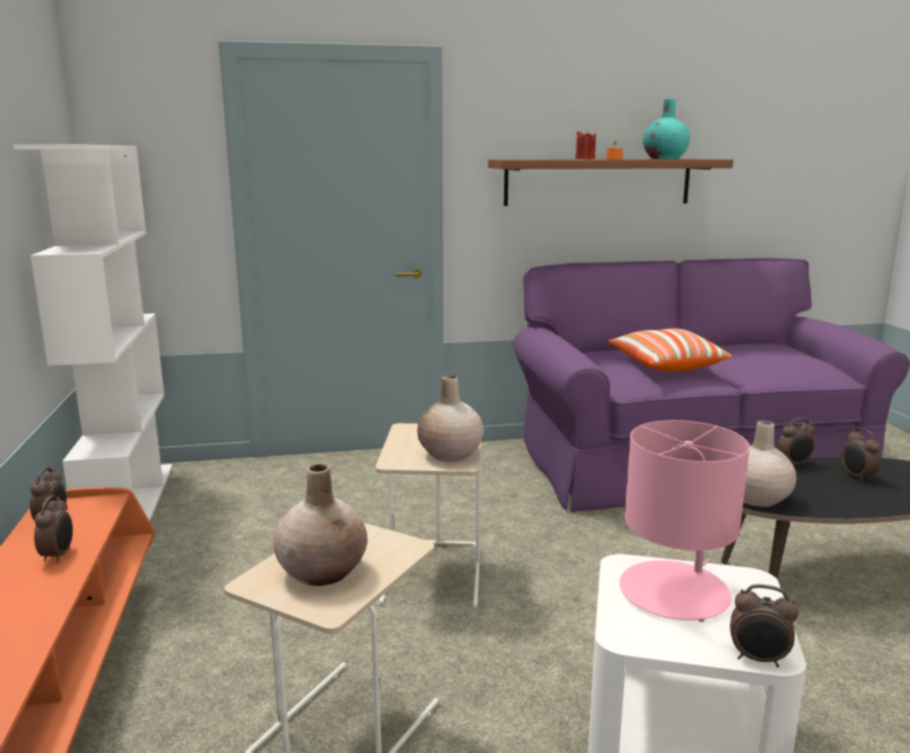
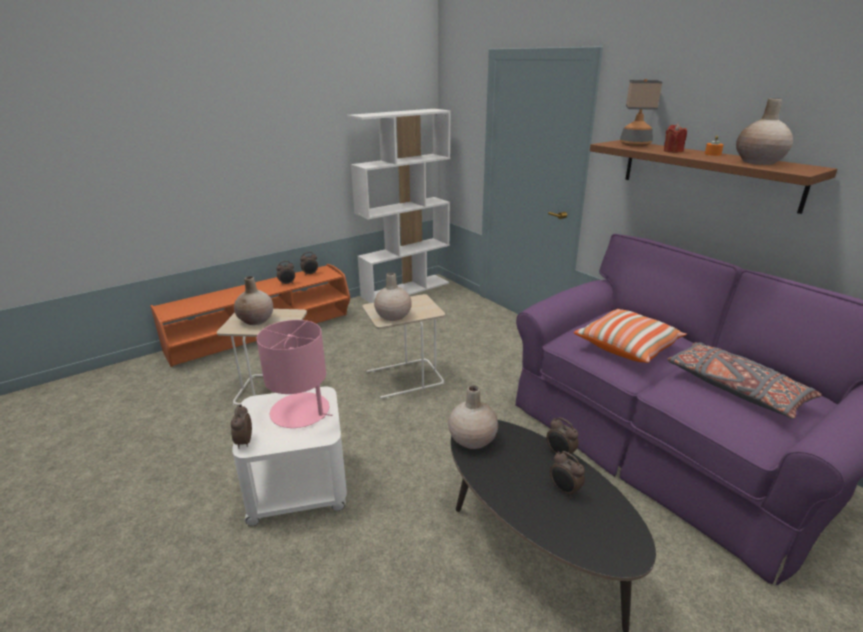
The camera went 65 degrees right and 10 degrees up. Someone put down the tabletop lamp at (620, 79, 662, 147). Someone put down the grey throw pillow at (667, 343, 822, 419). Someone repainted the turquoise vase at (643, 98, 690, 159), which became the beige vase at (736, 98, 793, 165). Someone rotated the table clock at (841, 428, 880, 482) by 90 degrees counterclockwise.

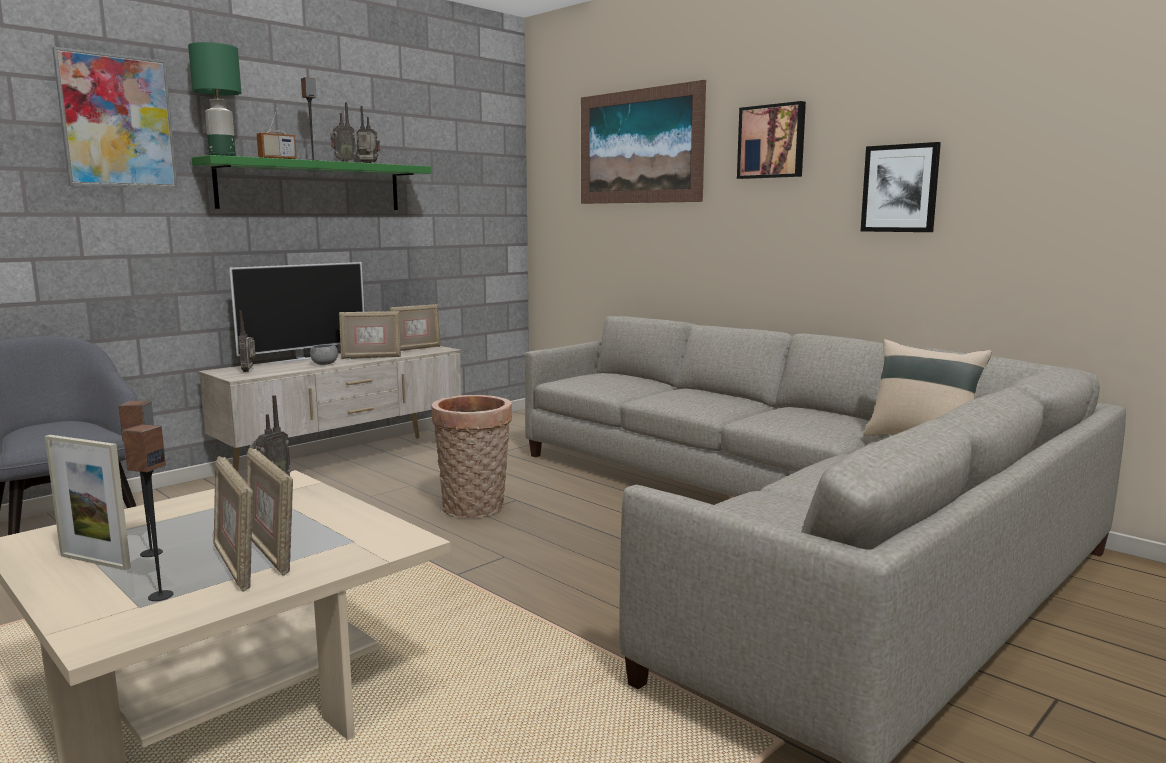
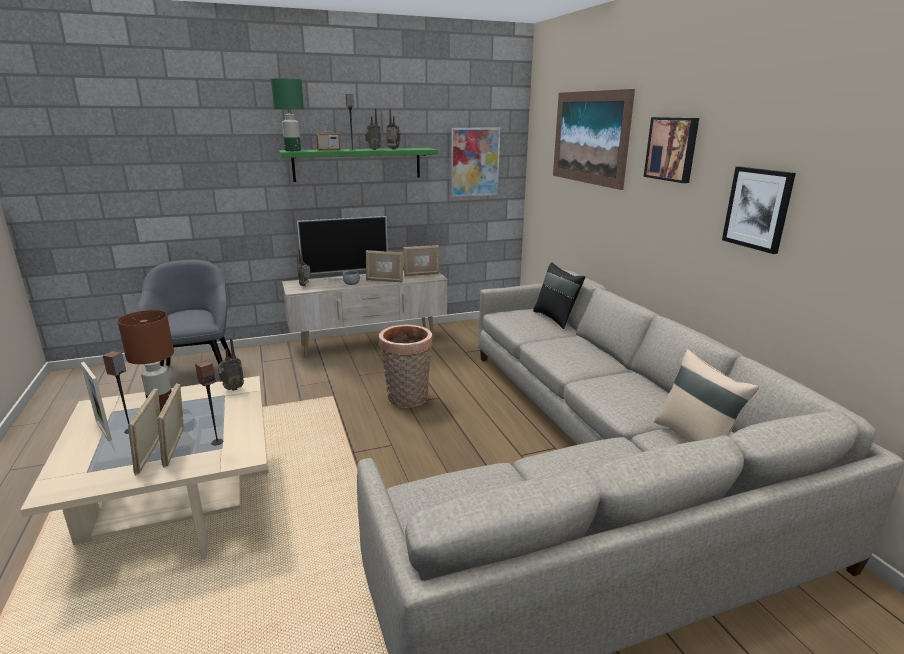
The camera went 25 degrees right and 10 degrees up. Someone put down the brownish tabletop lamp at (117, 310, 174, 412). Someone put down the black throw pillow at (533, 262, 585, 329). Someone carried the wall art from (52, 47, 178, 188) to (451, 128, 500, 197). Someone carried the audio speaker from (122, 424, 173, 601) to (195, 360, 223, 445).

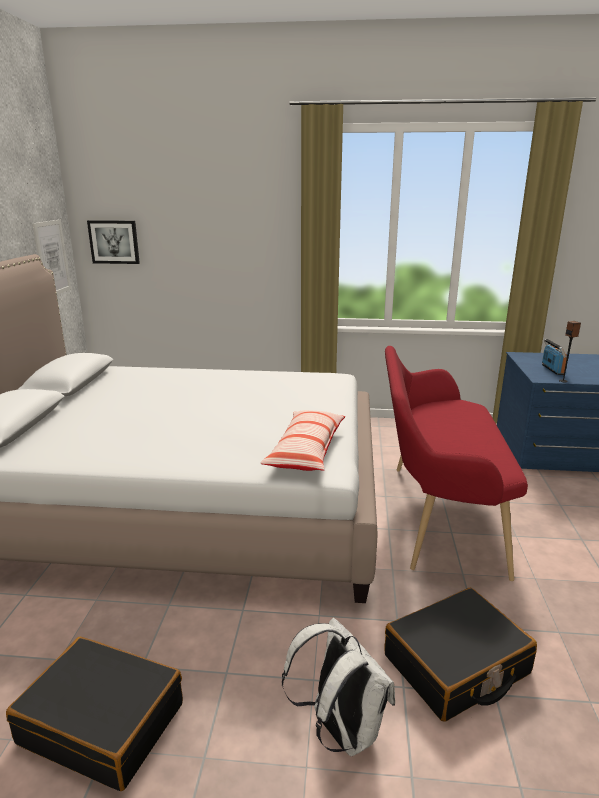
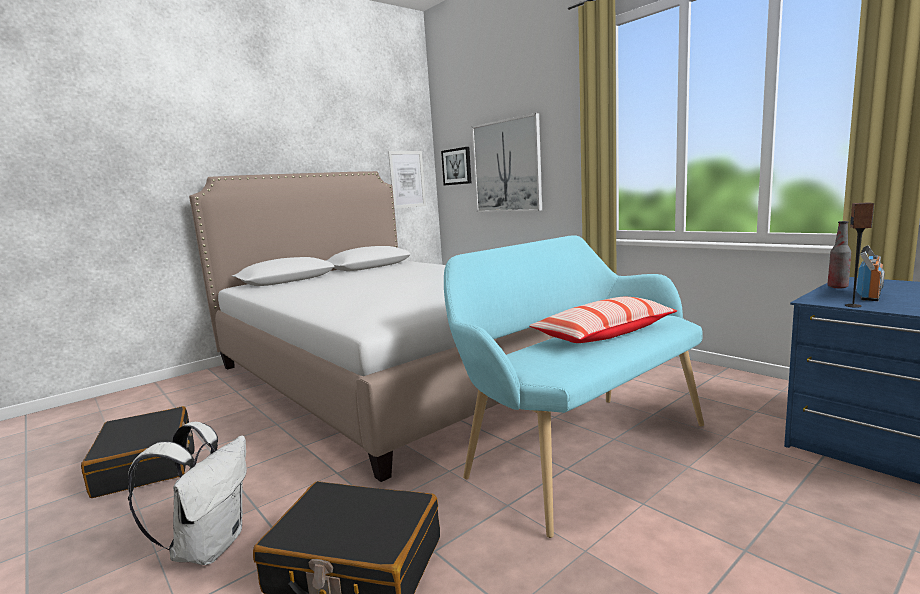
The camera went 45 degrees right and 10 degrees down. Someone put up the wall art at (471, 113, 542, 212). Someone put down the drink bottle at (827, 221, 851, 288). Someone carried the throw pillow from (260, 410, 345, 471) to (529, 297, 677, 343). Someone repainted the reddish long seat at (385, 346, 528, 581), which became the turquoise long seat at (444, 235, 704, 538).

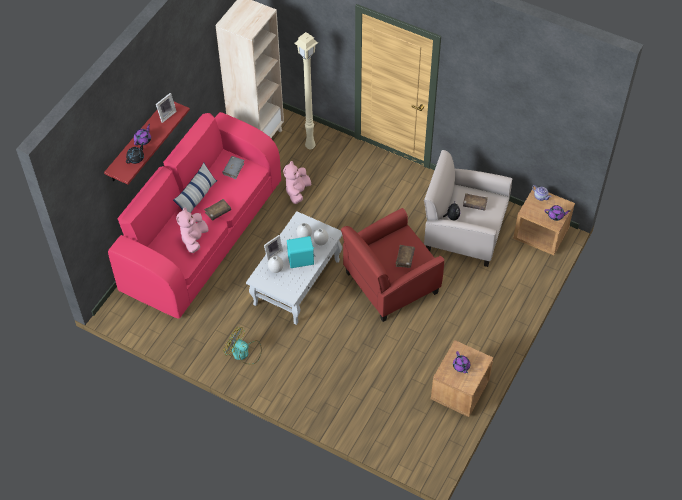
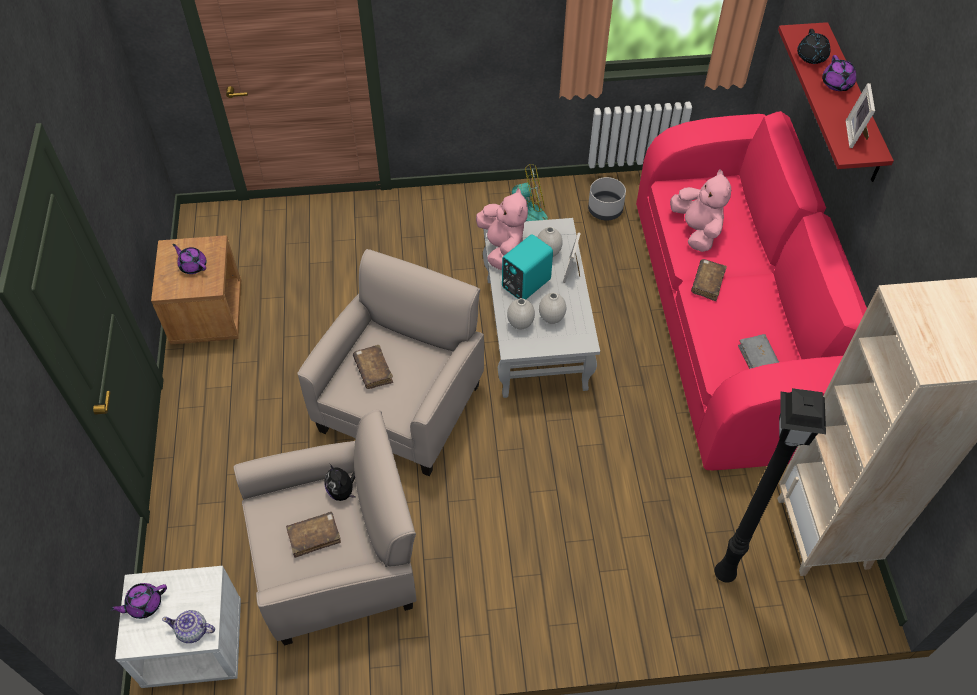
The camera went 145 degrees right and 0 degrees up. Someone took away the throw pillow at (173, 163, 217, 213). Someone put down the grey flower pot at (588, 177, 626, 220). Someone carried the pinkish cuddly toy from (283, 161, 311, 204) to (476, 188, 528, 270). Someone repainted the beige standing lamp at (294, 32, 318, 149), which became the black standing lamp at (714, 388, 826, 583). Someone repainted the reddish lounge chair at (341, 208, 444, 322), which became the beige lounge chair at (297, 249, 484, 476). Someone repainted the brownish nightstand at (513, 187, 575, 255), which became the whitish nightstand at (115, 566, 241, 688).

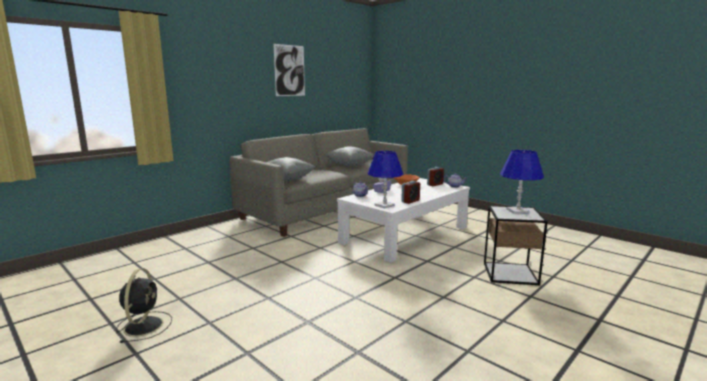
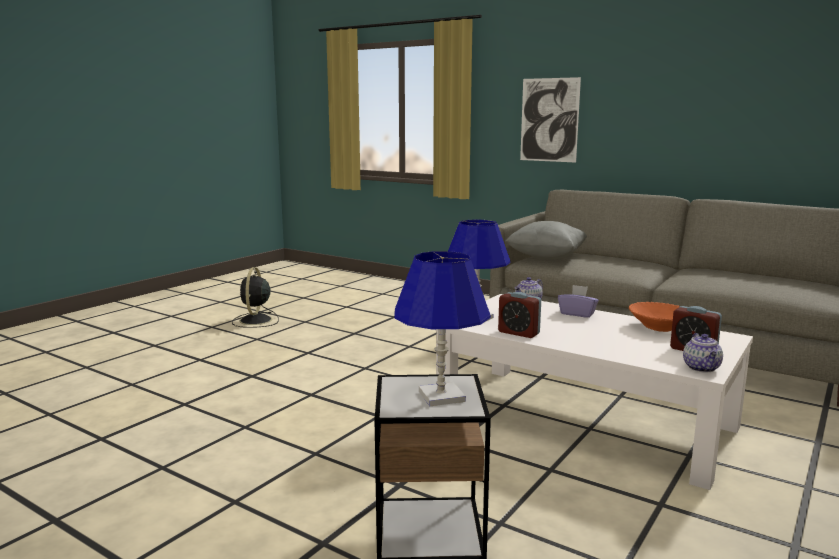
The camera went 80 degrees right and 0 degrees up. Someone took away the grey throw pillow at (326, 147, 374, 166). Someone carried the wall art from (273, 44, 305, 96) to (520, 77, 581, 163). Someone rotated the black cooling fan at (116, 268, 172, 343) by 105 degrees clockwise.

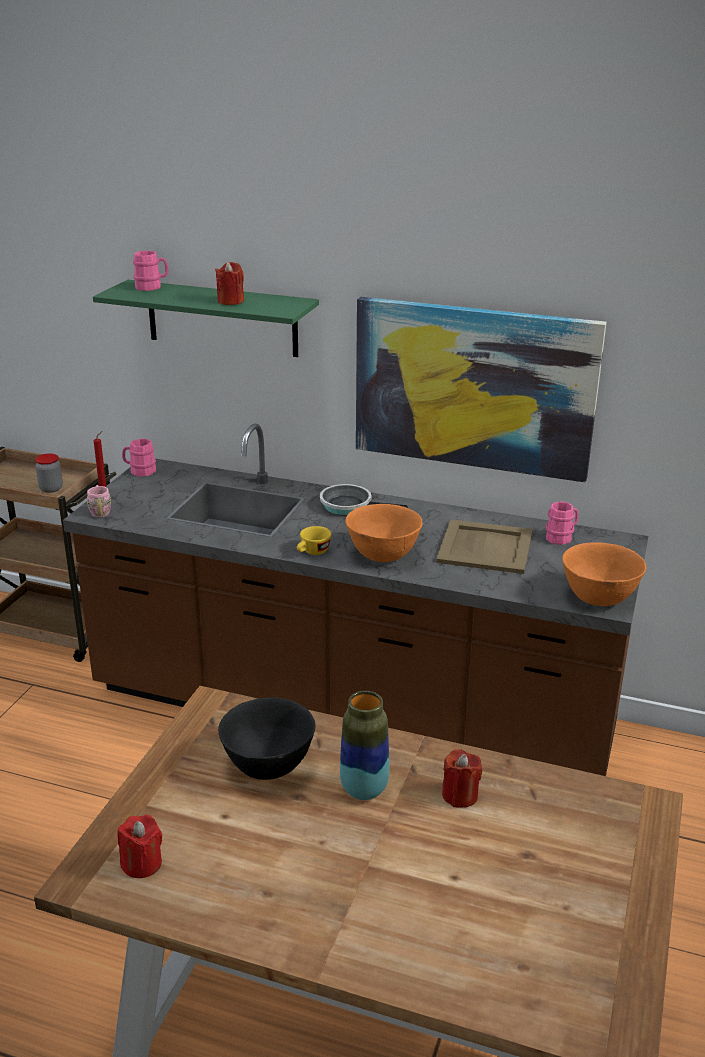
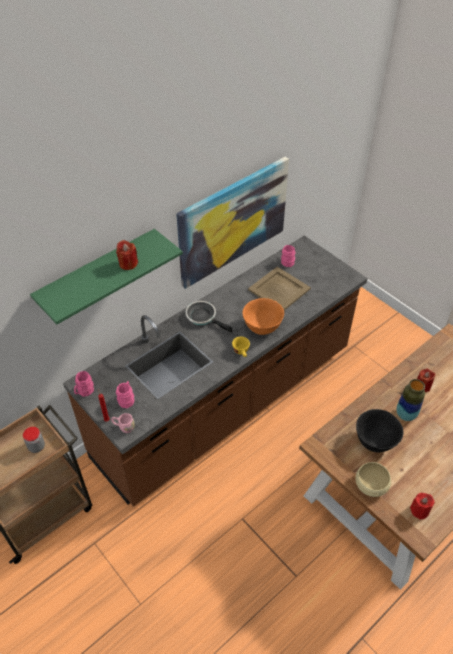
The camera went 60 degrees left and 20 degrees up. Someone took away the orange-coloured deep dish at (562, 542, 646, 606). Someone put down the beige deep dish at (355, 462, 391, 497). Someone carried the pinkish tea mug from (133, 251, 169, 291) to (116, 381, 134, 408). Someone rotated the frying pan at (320, 484, 408, 515) by 75 degrees clockwise.

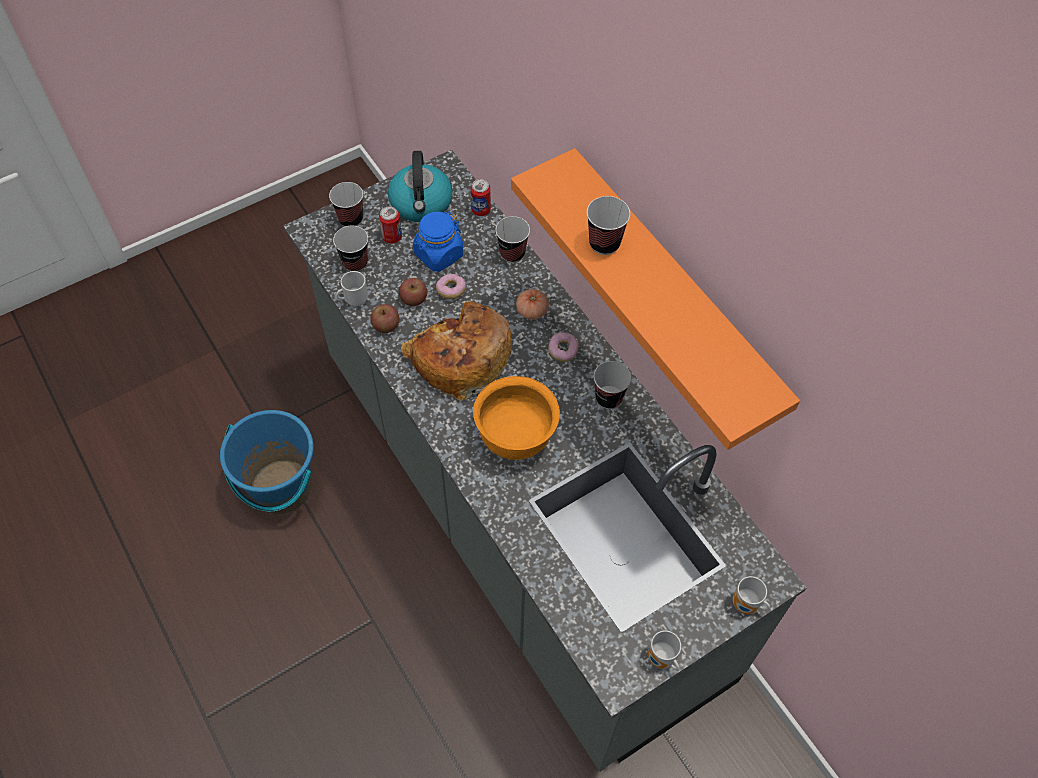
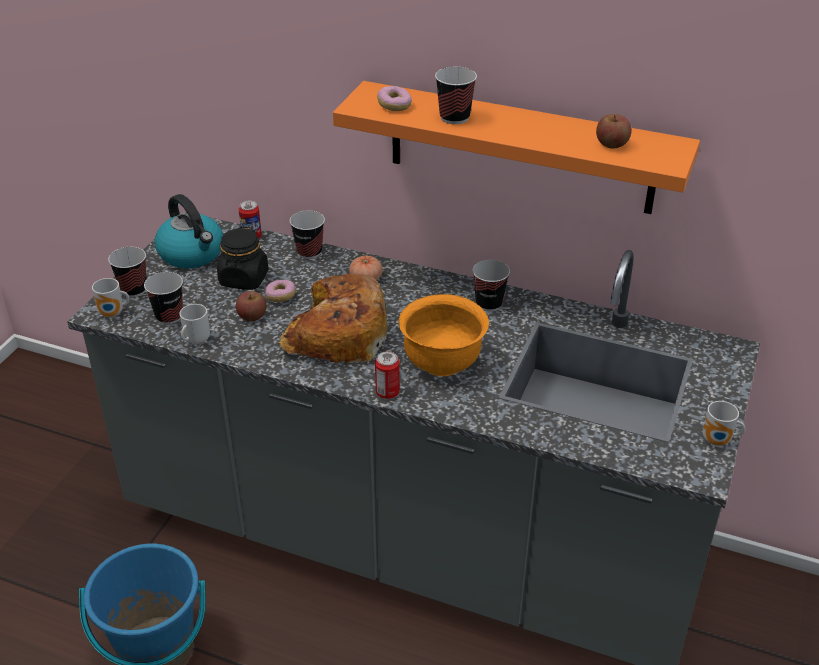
The camera went 35 degrees left and 20 degrees down. Someone carried the apple fruit from (370, 304, 399, 333) to (596, 114, 632, 149). Someone carried the metal can from (379, 206, 402, 244) to (375, 351, 400, 399). Someone carried the ring doughnut from (549, 332, 579, 362) to (377, 86, 412, 111). Someone carried the tea mug from (733, 576, 770, 614) to (92, 278, 130, 318). Someone repainted the blue-coloured storage jar at (413, 211, 463, 272), which became the black storage jar at (217, 226, 269, 290).

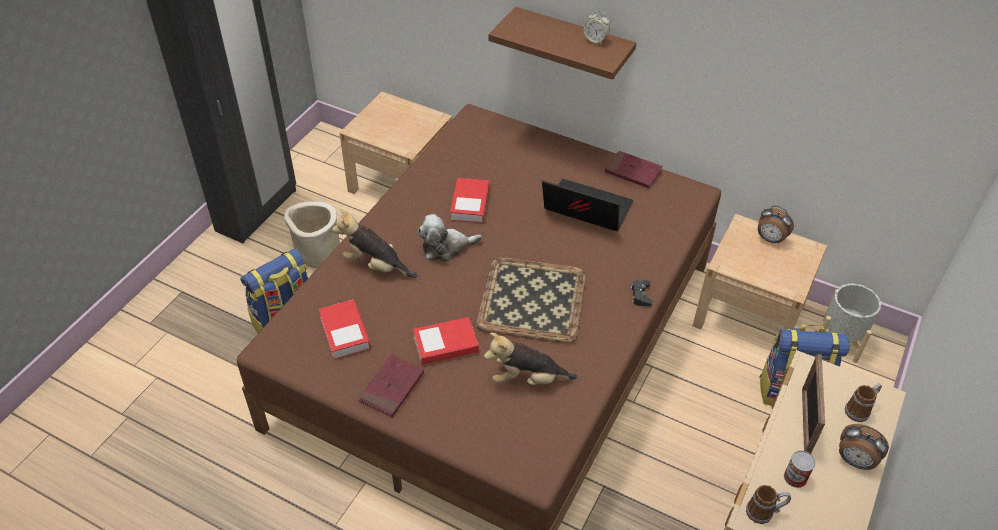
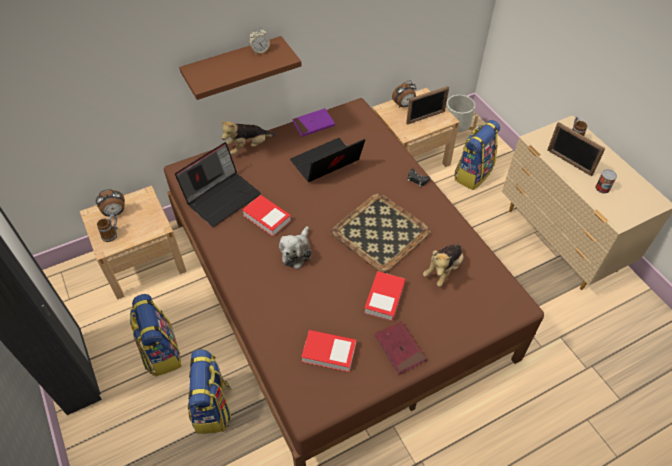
The camera went 55 degrees left and 5 degrees up. Someone put down the portable computer at (175, 142, 261, 227). Someone put down the picture frame at (406, 86, 449, 125). Someone carried the cuddly toy from (332, 209, 417, 278) to (220, 121, 275, 155). Someone carried the tea mug from (746, 485, 791, 524) to (97, 215, 118, 242). Someone carried the table clock from (839, 424, 889, 470) to (96, 189, 125, 217). Someone swapped the beige flower pot at (284, 202, 340, 268) for the backpack at (130, 294, 181, 376). Someone repainted the reddish bound book at (605, 151, 663, 188), which became the purple bound book at (292, 108, 335, 137).

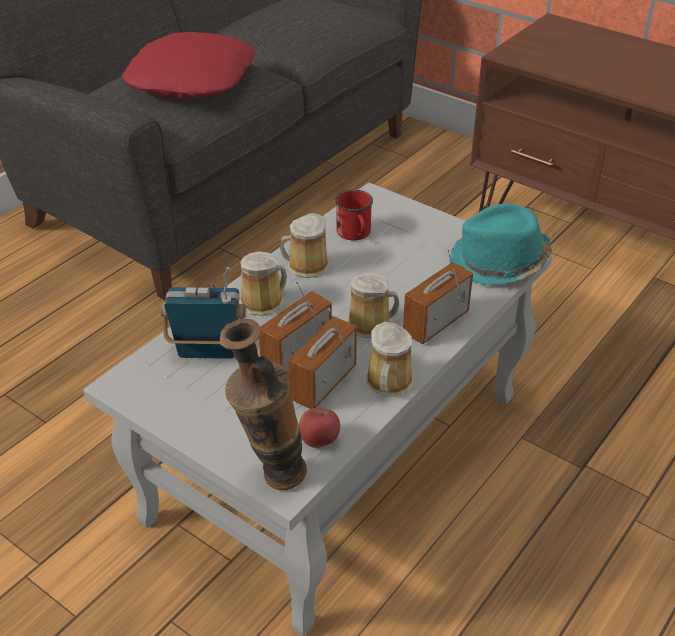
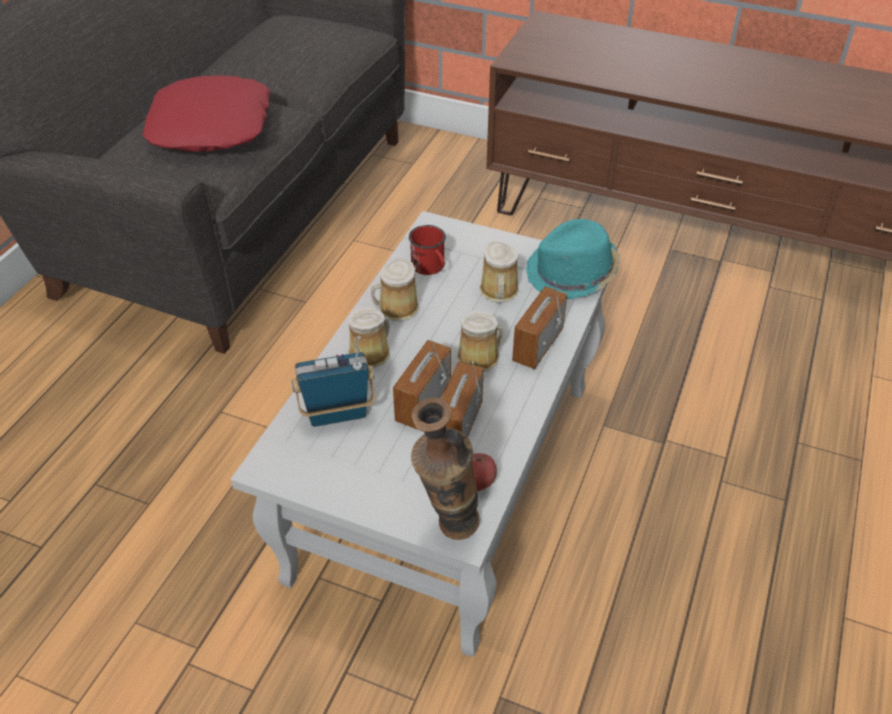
The camera went 15 degrees left and 5 degrees up. Someone carried the tea mug from (366, 322, 413, 396) to (479, 242, 519, 303).

